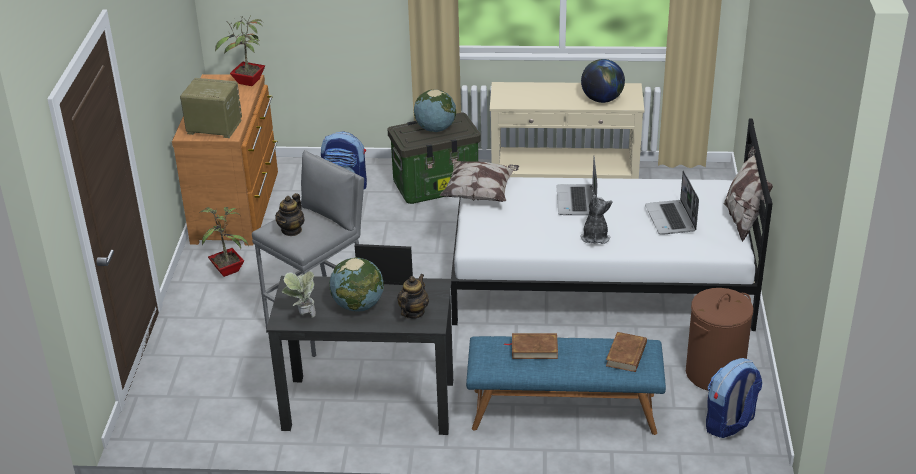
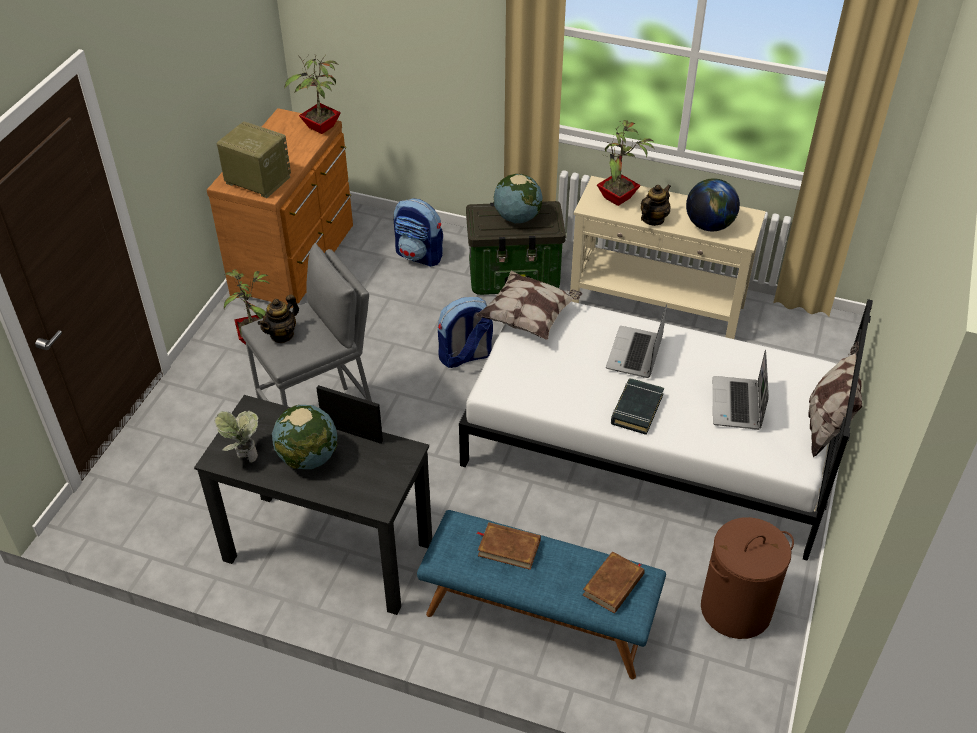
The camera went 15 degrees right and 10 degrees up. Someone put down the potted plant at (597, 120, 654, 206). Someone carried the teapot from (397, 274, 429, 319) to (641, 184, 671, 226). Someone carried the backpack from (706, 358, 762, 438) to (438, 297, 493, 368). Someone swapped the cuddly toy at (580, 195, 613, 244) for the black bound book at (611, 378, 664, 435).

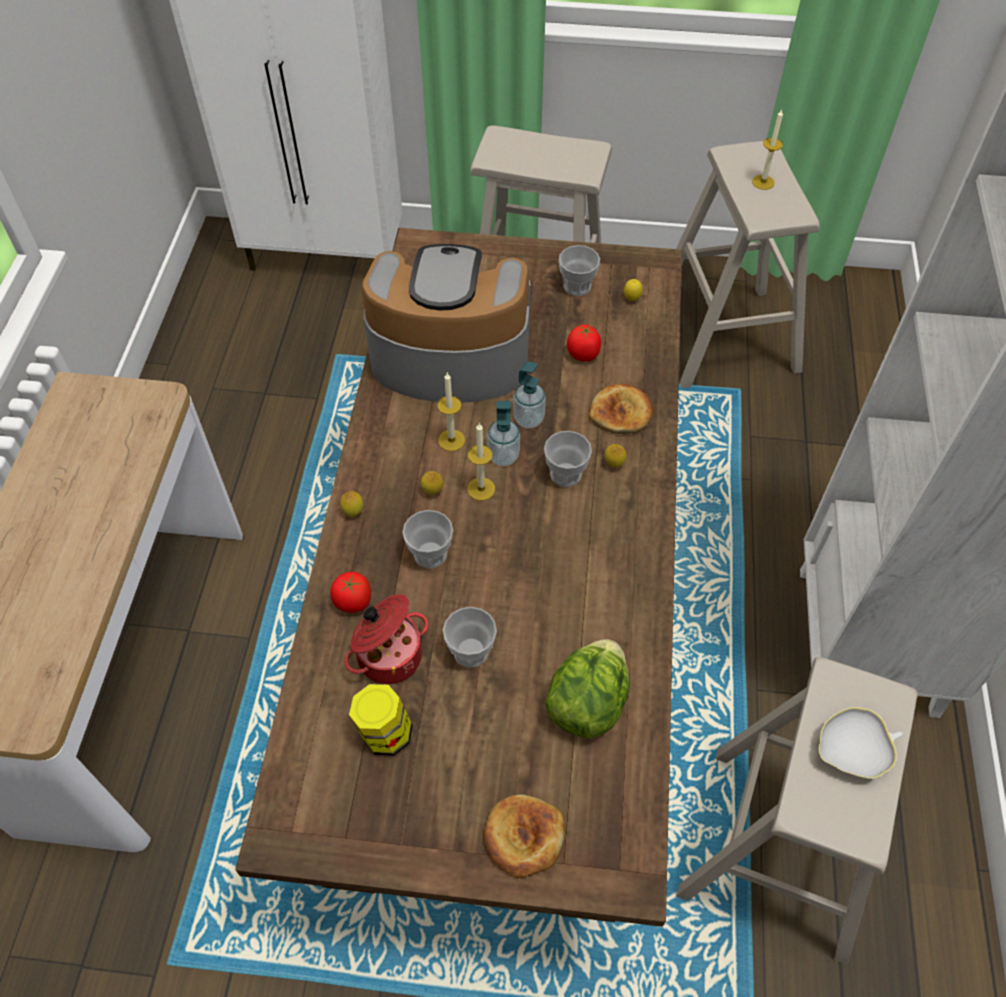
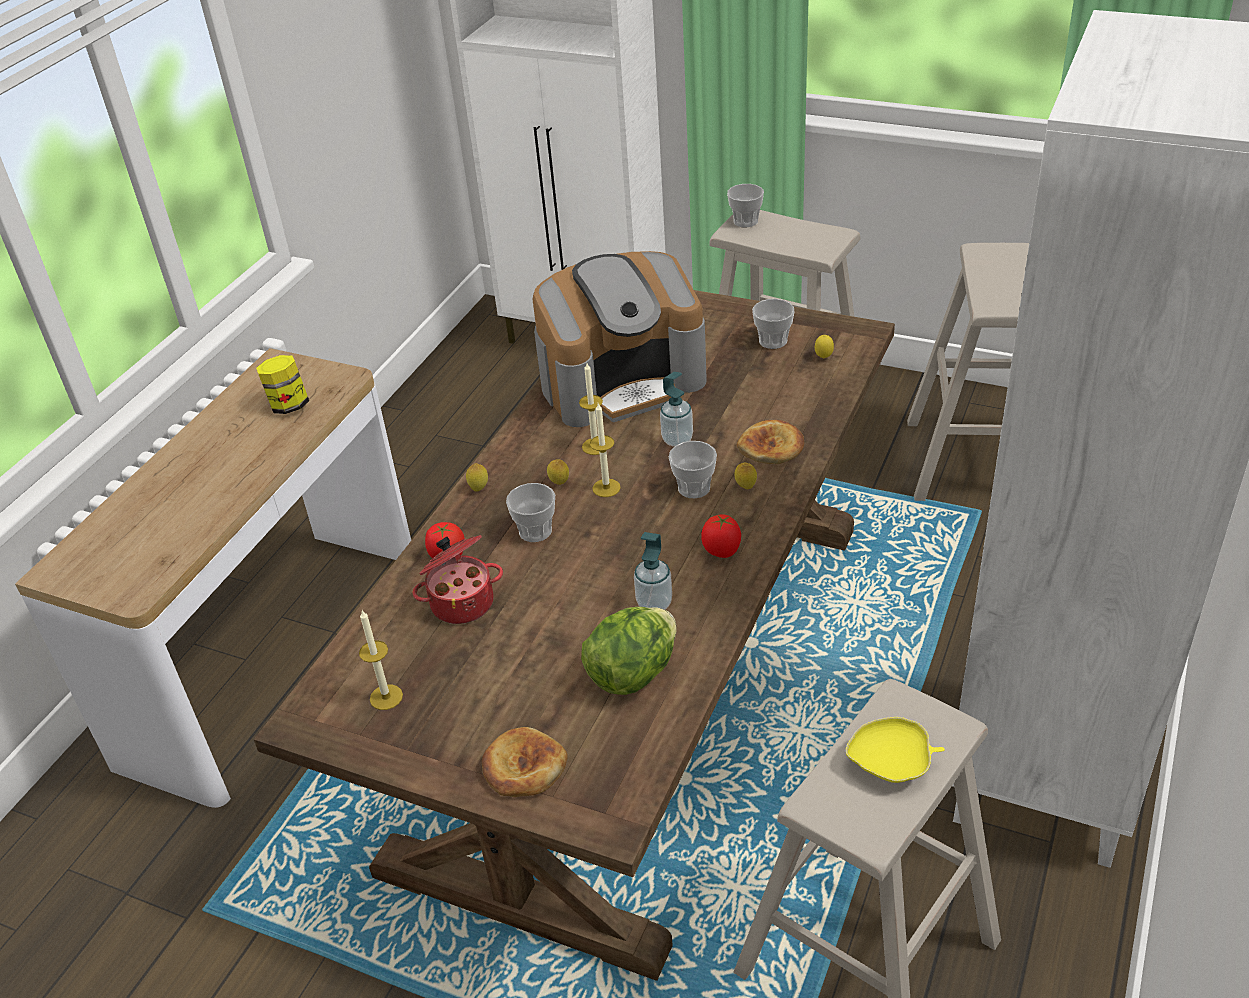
The camera went 20 degrees right and 15 degrees down. Someone carried the storage jar from (349, 684, 413, 756) to (256, 355, 309, 414). Someone carried the cup from (443, 607, 497, 668) to (727, 184, 764, 227). Someone carried the liquid soap bottle from (487, 401, 520, 466) to (634, 532, 672, 610). Someone carried the tomato from (567, 324, 601, 362) to (701, 514, 741, 558). Someone carried the wax light from (752, 110, 783, 190) to (359, 610, 403, 710). Someone repainted the whitish deep dish at (819, 707, 903, 779), which became the yellowish deep dish at (846, 717, 945, 783). Someone rotated the coffee maker at (362, 244, 531, 403) by 135 degrees clockwise.

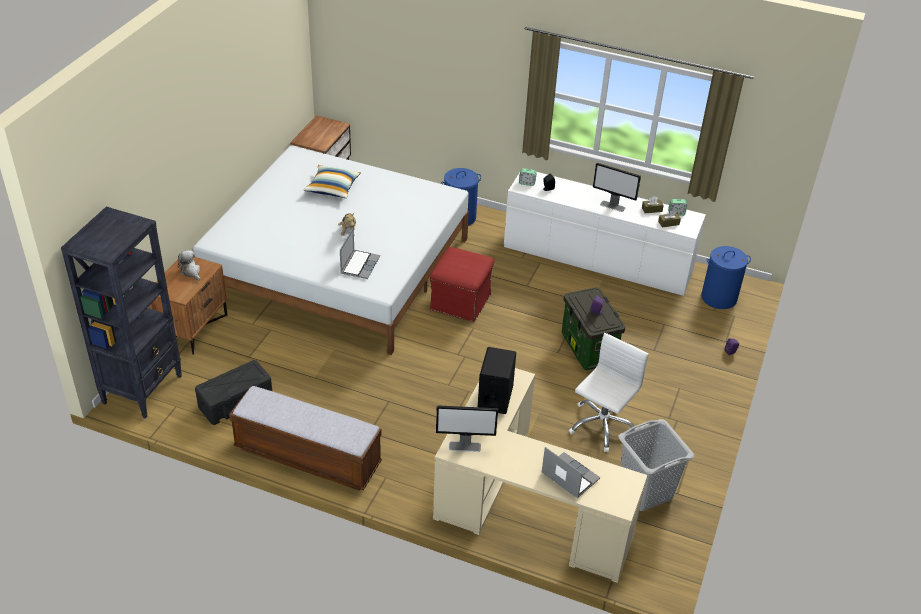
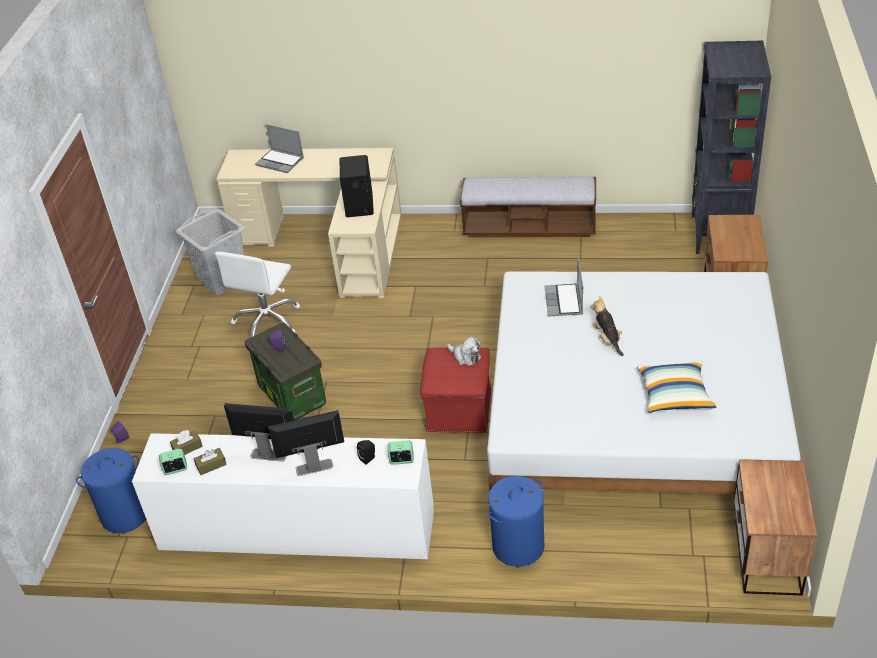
The camera went 170 degrees right and 0 degrees up. Someone took away the black storage box at (195, 360, 272, 425). Someone carried the cuddly toy from (177, 250, 200, 281) to (447, 337, 481, 365). Someone carried the computer display from (436, 405, 498, 452) to (268, 410, 344, 476).

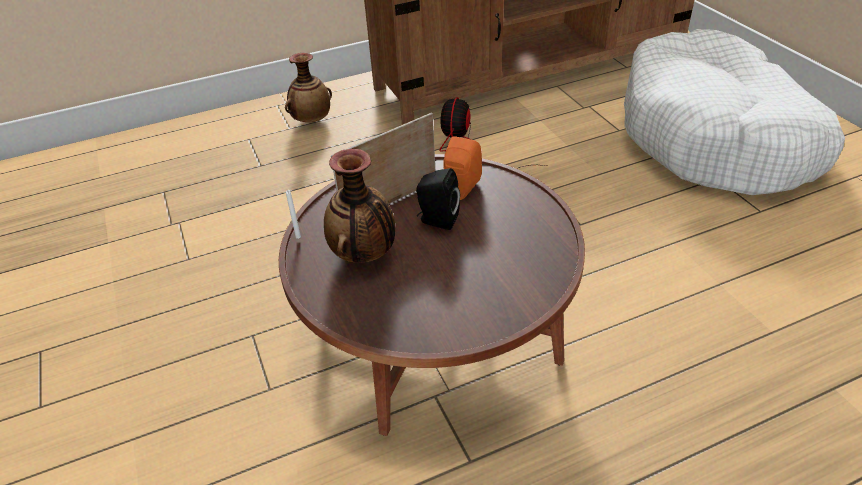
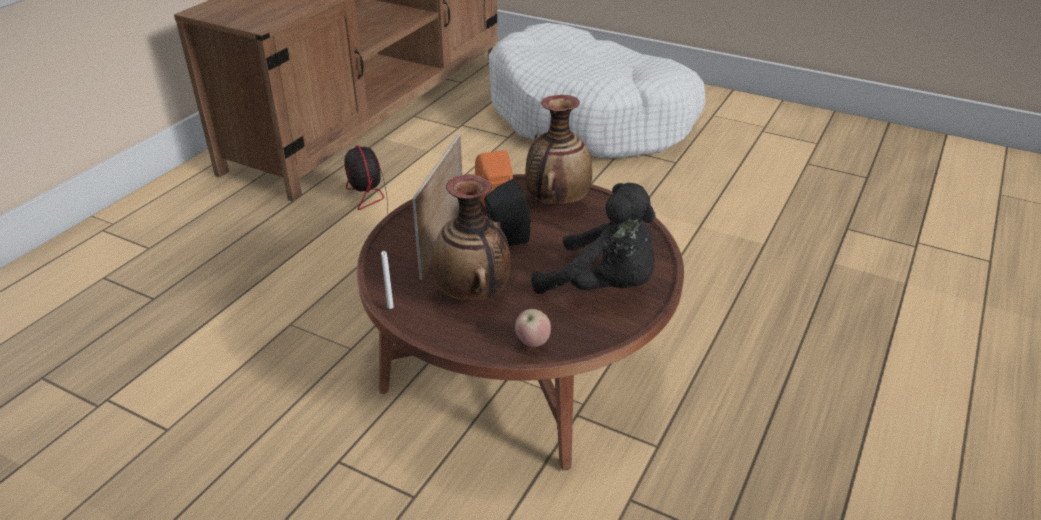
The camera went 40 degrees left and 5 degrees down. Someone put down the apple fruit at (515, 309, 551, 347). Someone put down the black cuddly toy at (531, 183, 656, 294). Someone carried the vase from (285, 53, 332, 122) to (525, 95, 592, 205).

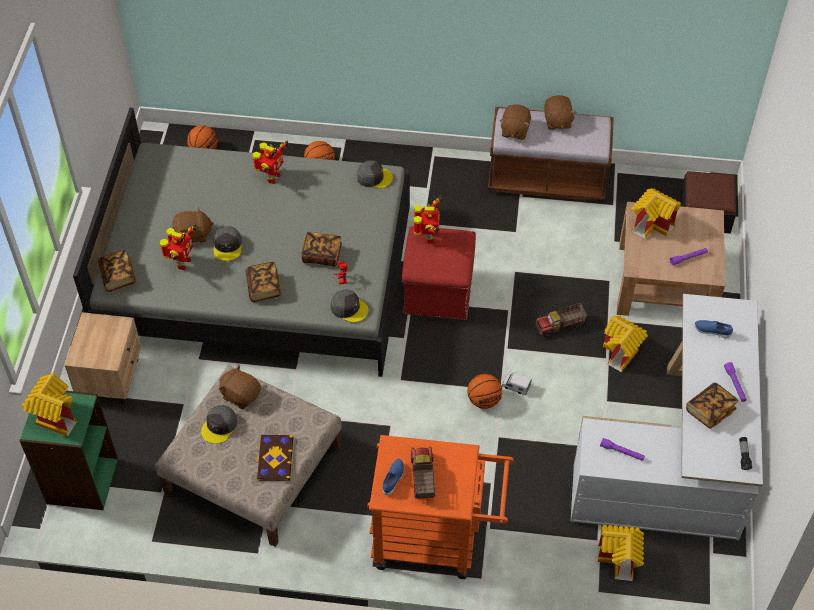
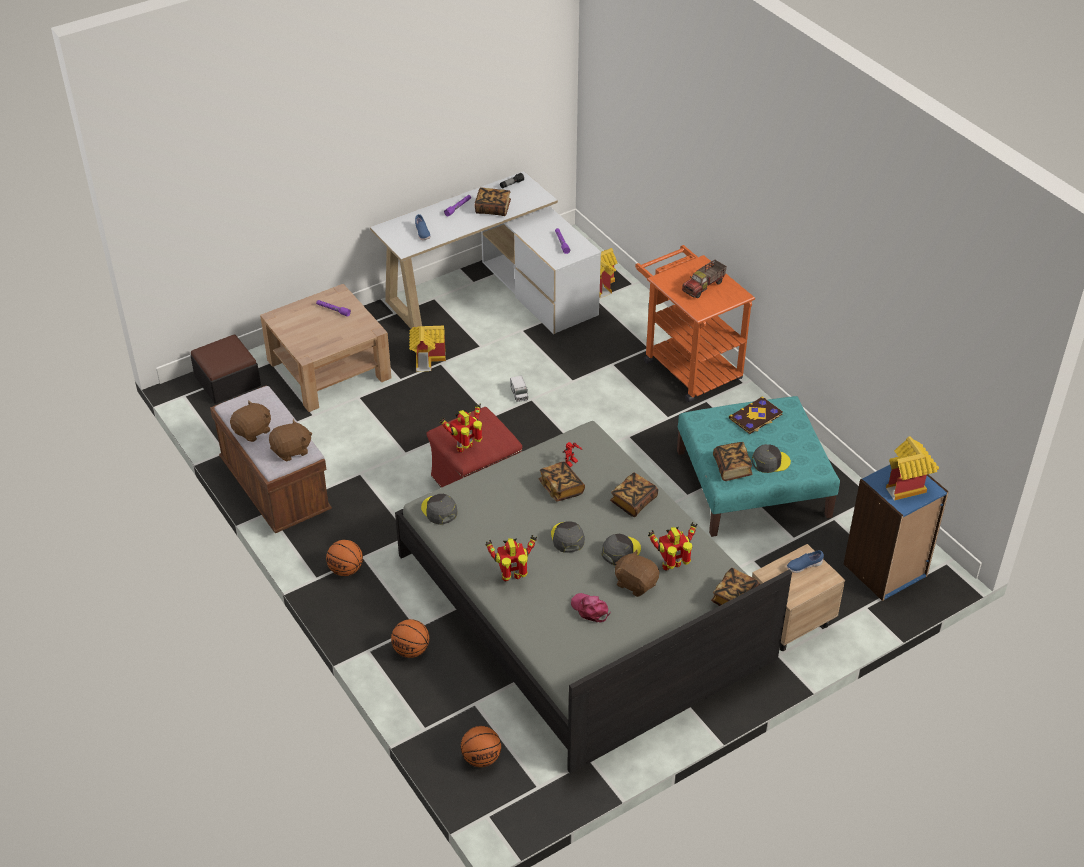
The camera went 130 degrees left and 10 degrees down. Someone took away the toy lorry at (535, 303, 587, 337). Someone took away the toy house at (631, 188, 681, 238). Someone put down the pinkish baseball cap at (571, 593, 611, 623). Someone carried the grey baseball cap from (331, 289, 369, 322) to (551, 521, 585, 553). Someone carried the blue-coloured item of footwear from (382, 458, 404, 495) to (786, 550, 824, 573). Someone carried the basketball from (467, 374, 502, 409) to (326, 540, 363, 576). Someone swapped the brownish cuddly toy at (219, 365, 261, 409) for the bound book at (713, 442, 752, 481). Someone repainted the green bookcase at (20, 391, 118, 510), which became the blue-coloured bookcase at (844, 465, 949, 601). Someone repainted the beige ottoman at (155, 365, 342, 547), which became the turquoise ottoman at (677, 396, 840, 537).

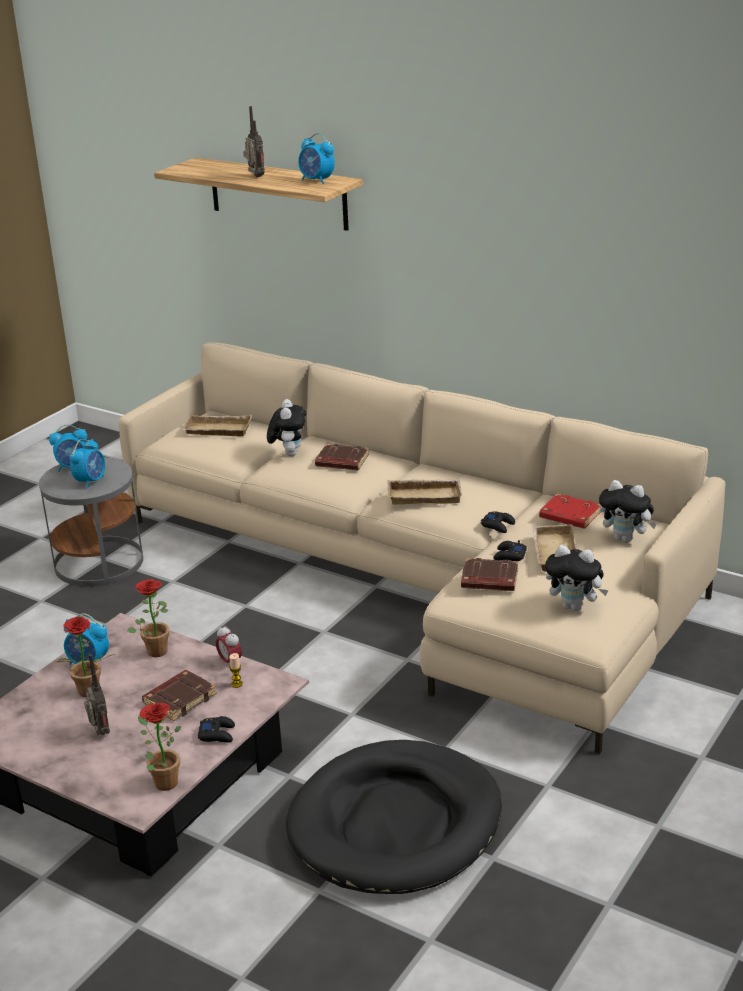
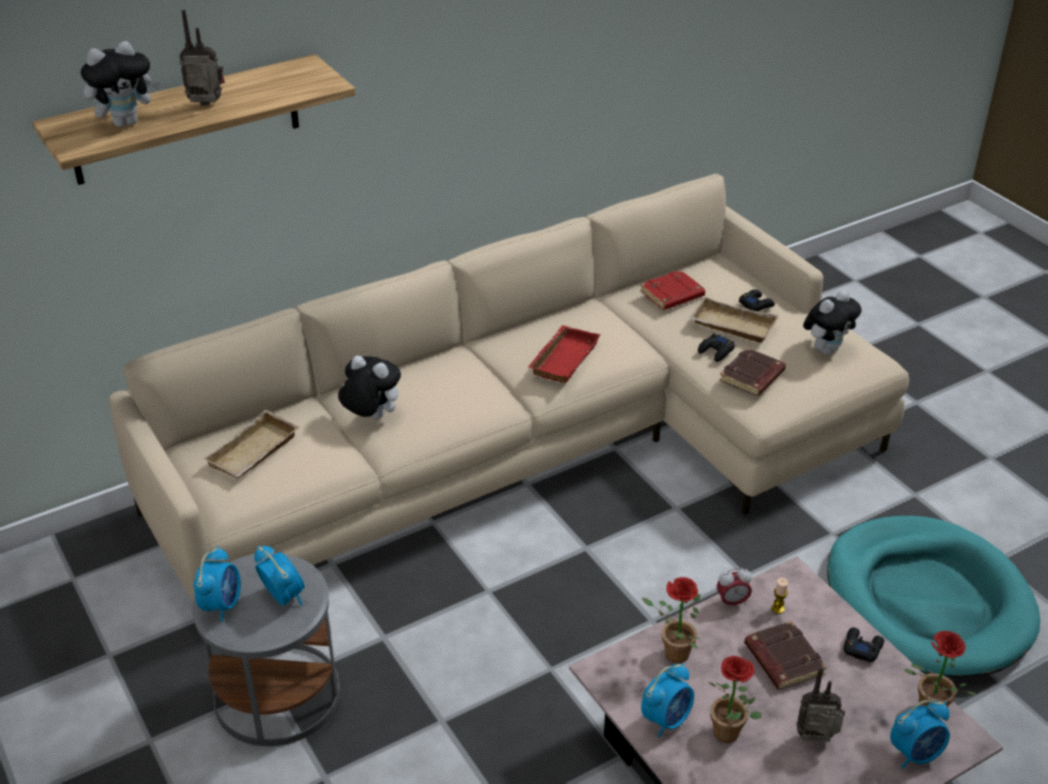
The camera went 65 degrees left and 10 degrees up. Someone took away the brownish bound book at (315, 444, 369, 470). Someone carried the table clock from (298, 133, 335, 184) to (890, 700, 950, 769). Someone carried the black joypad from (481, 511, 515, 533) to (739, 289, 775, 312). Someone carried the cuddly toy from (599, 480, 656, 542) to (81, 41, 160, 127). Someone repainted the black dog bed at (286, 740, 502, 894), which became the turquoise dog bed at (827, 516, 1040, 677). Someone repainted the beige serving tray at (387, 479, 462, 505), which became the reddish serving tray at (528, 325, 600, 383).

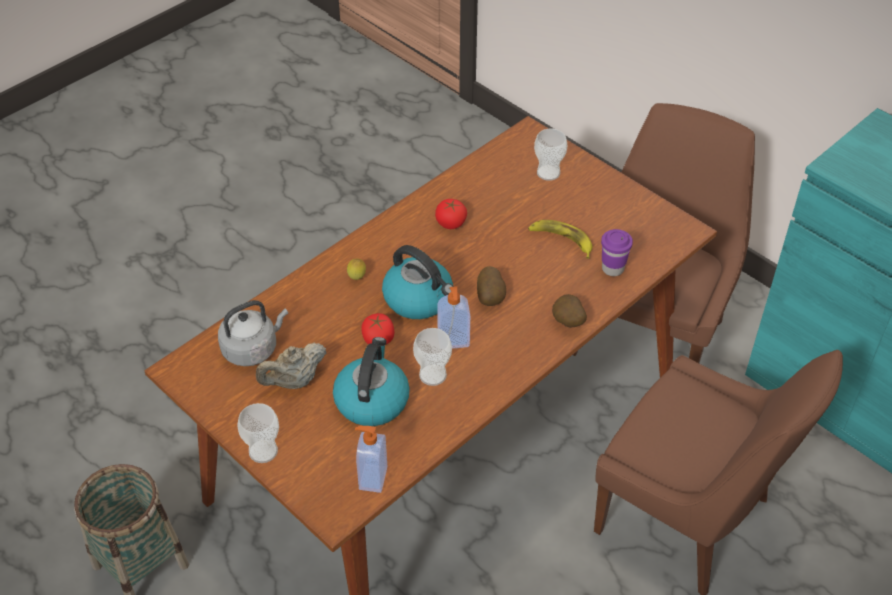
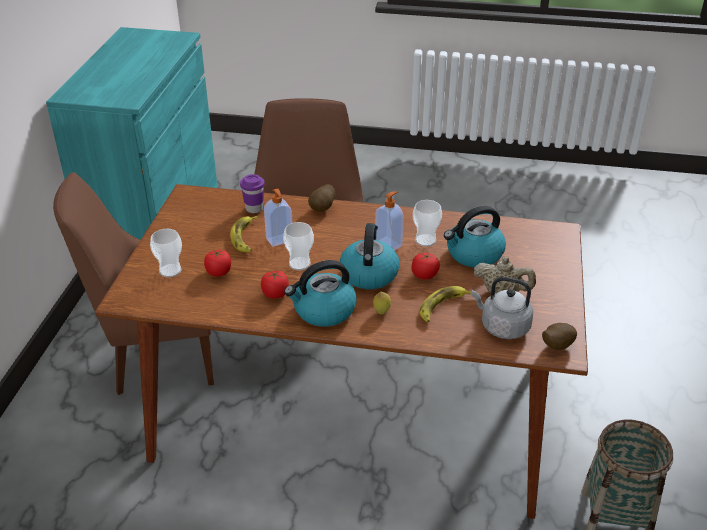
The camera went 125 degrees left and 10 degrees down. Someone put down the tomato at (204, 250, 231, 277). Someone put down the tea kettle at (284, 260, 356, 327). Someone put down the whole banana at (419, 286, 472, 322). Someone carried the cup from (237, 403, 279, 463) to (283, 222, 314, 270). Someone carried the liquid soap bottle from (355, 426, 387, 493) to (264, 189, 292, 247). Someone carried the whole potato from (477, 266, 506, 306) to (542, 323, 577, 350).

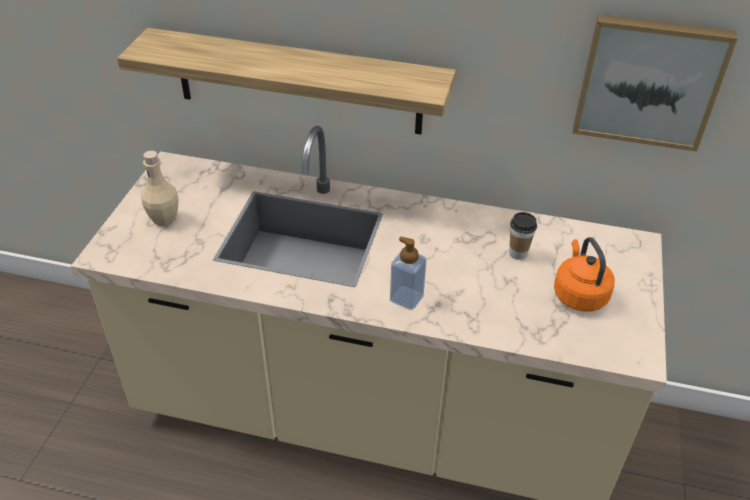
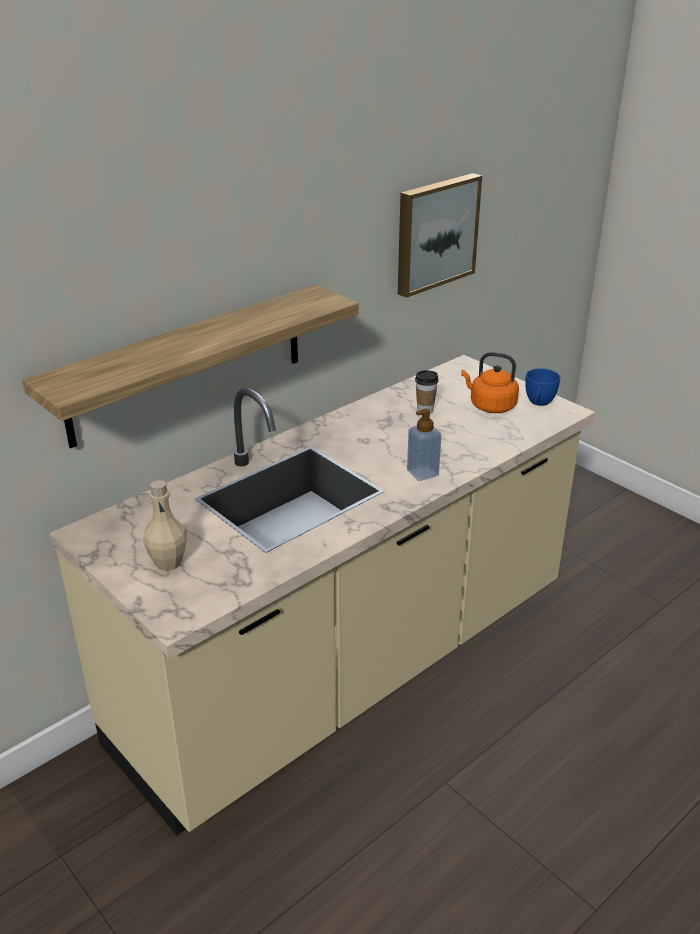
The camera went 55 degrees left and 10 degrees down. Someone put down the blue-coloured cup at (525, 368, 560, 406).

